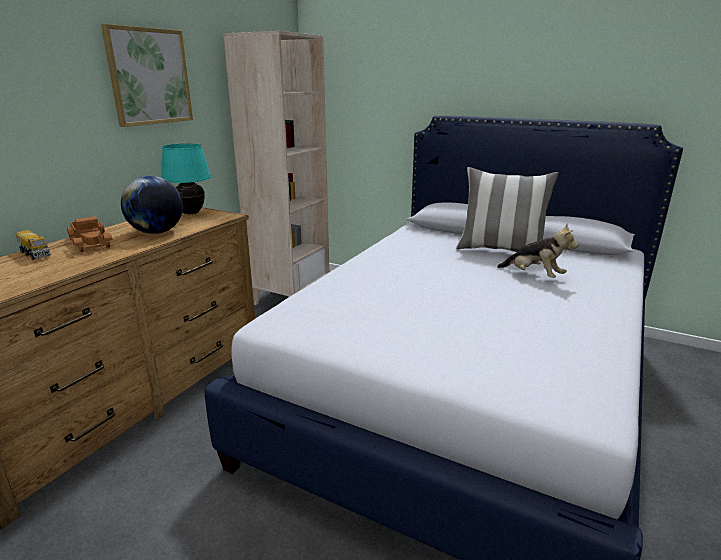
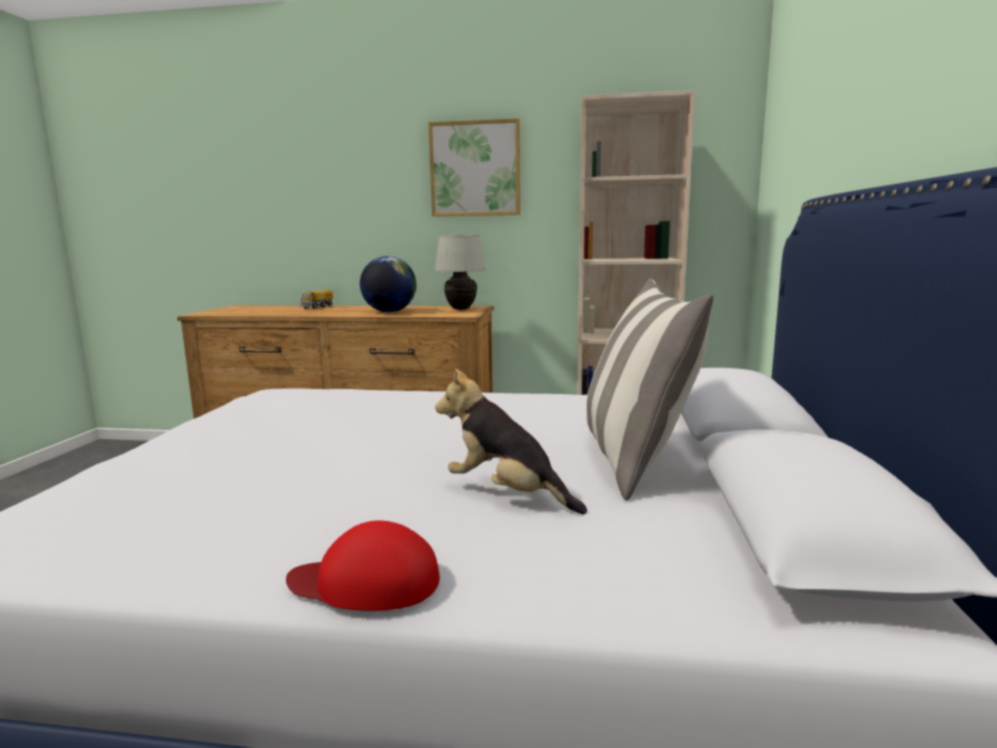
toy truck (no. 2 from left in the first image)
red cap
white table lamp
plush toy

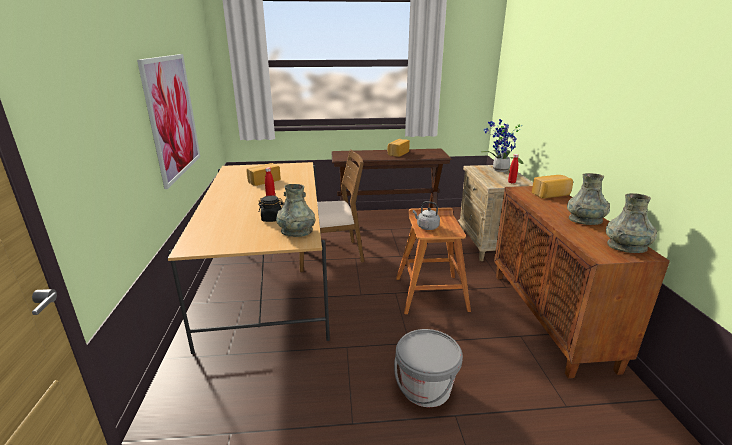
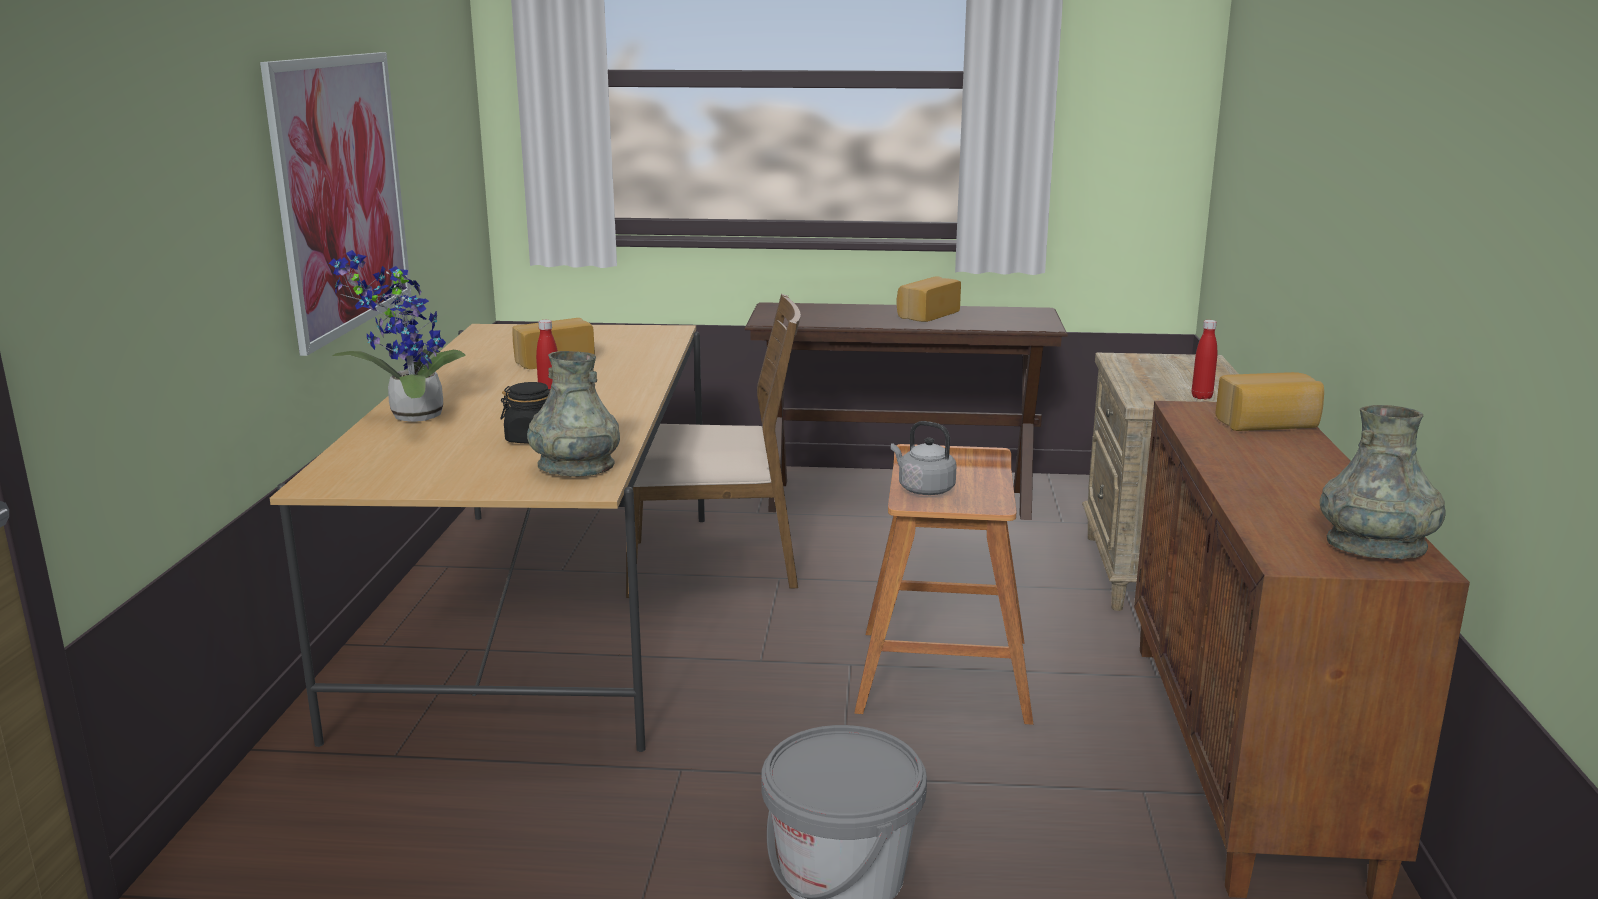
grey vase (no. 2 from left in the first image)
potted plant

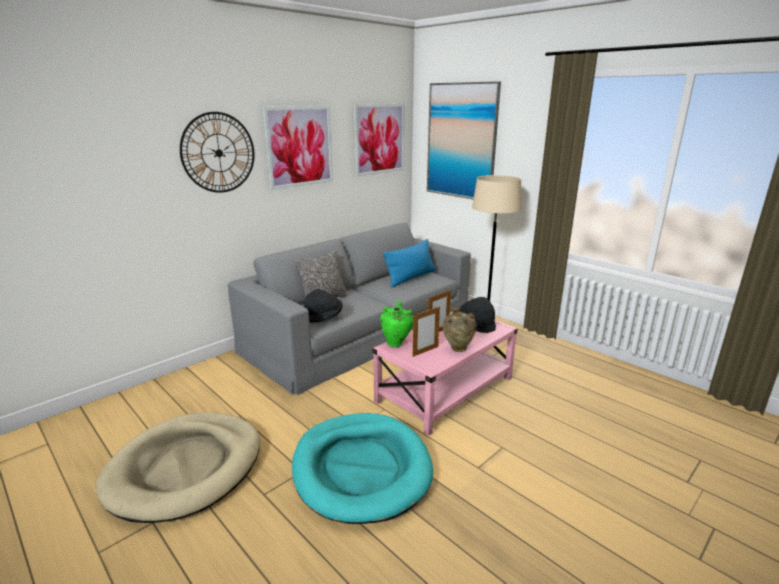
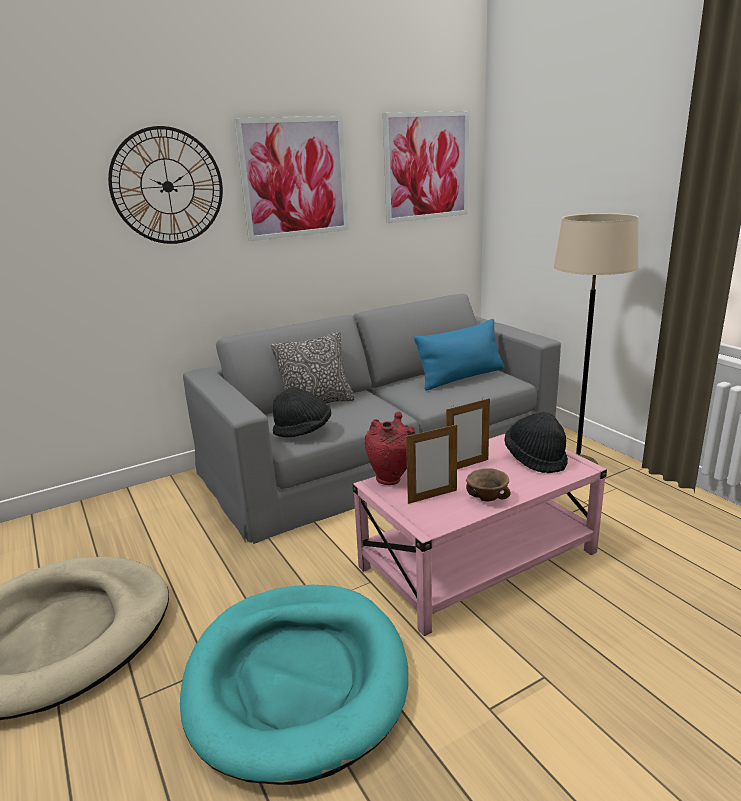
picture (no. 3 from left in the first image)
brown bowl
red vase

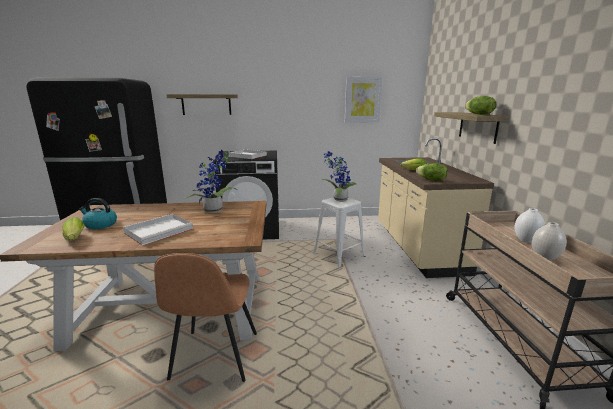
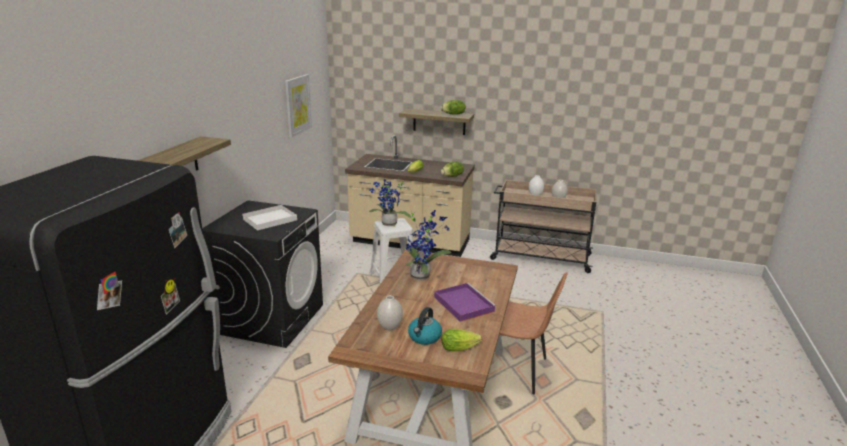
white vase (no. 1 from left)
purple tray

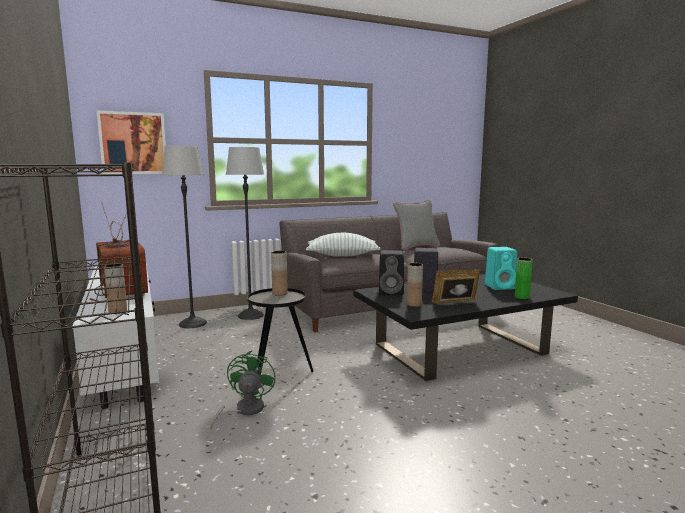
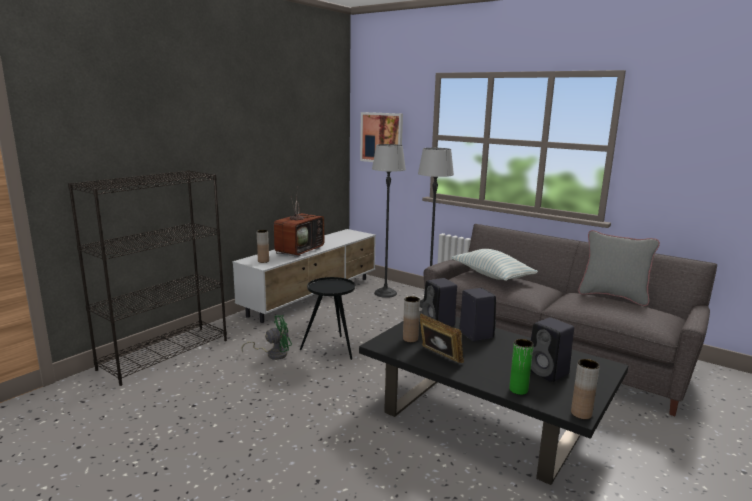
brown vase (no. 3 from left)
black speaker (no. 3 from left)

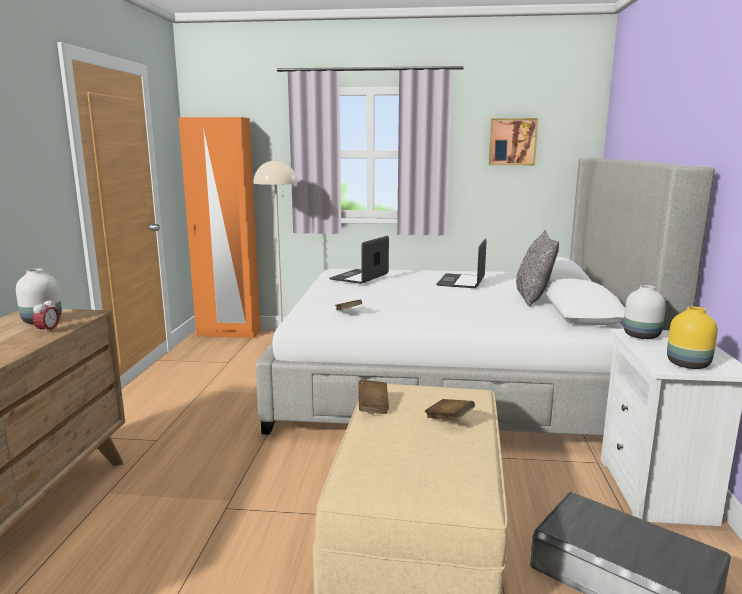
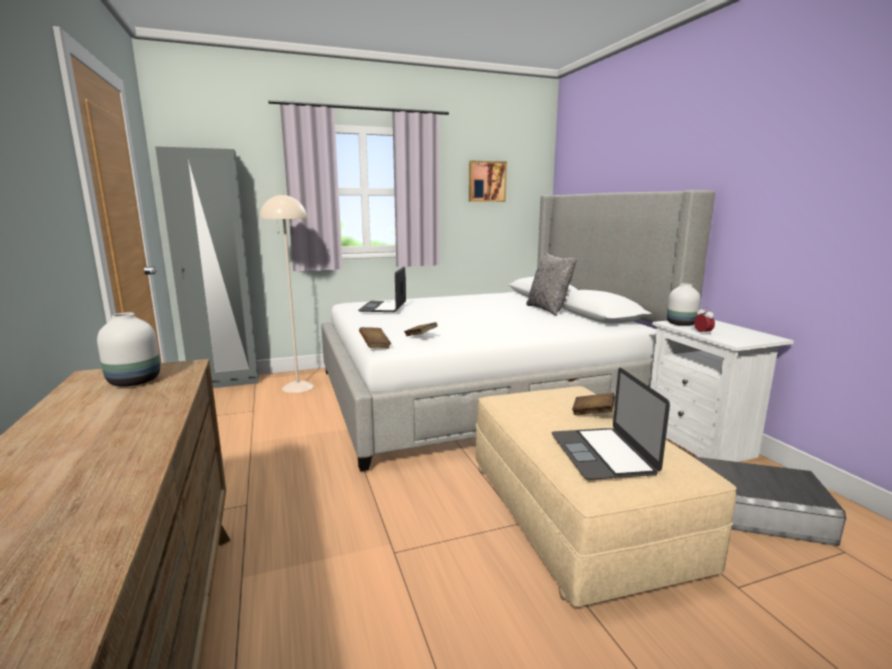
yellow vase
alarm clock
brown book (no. 1 from left)
laptop (no. 2 from left)
grey wardrobe

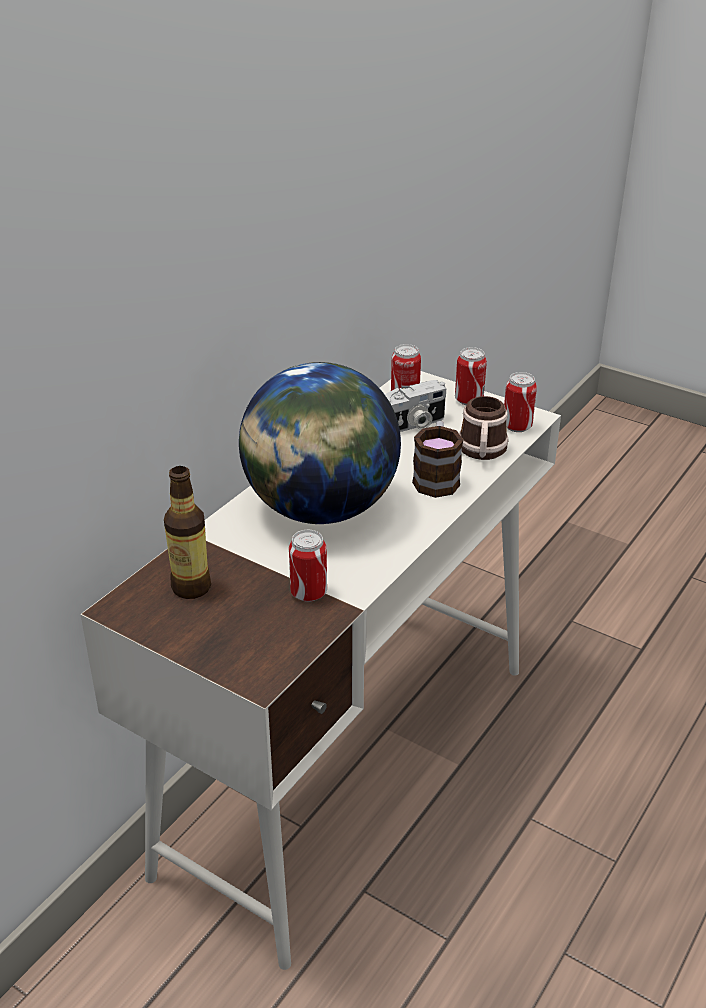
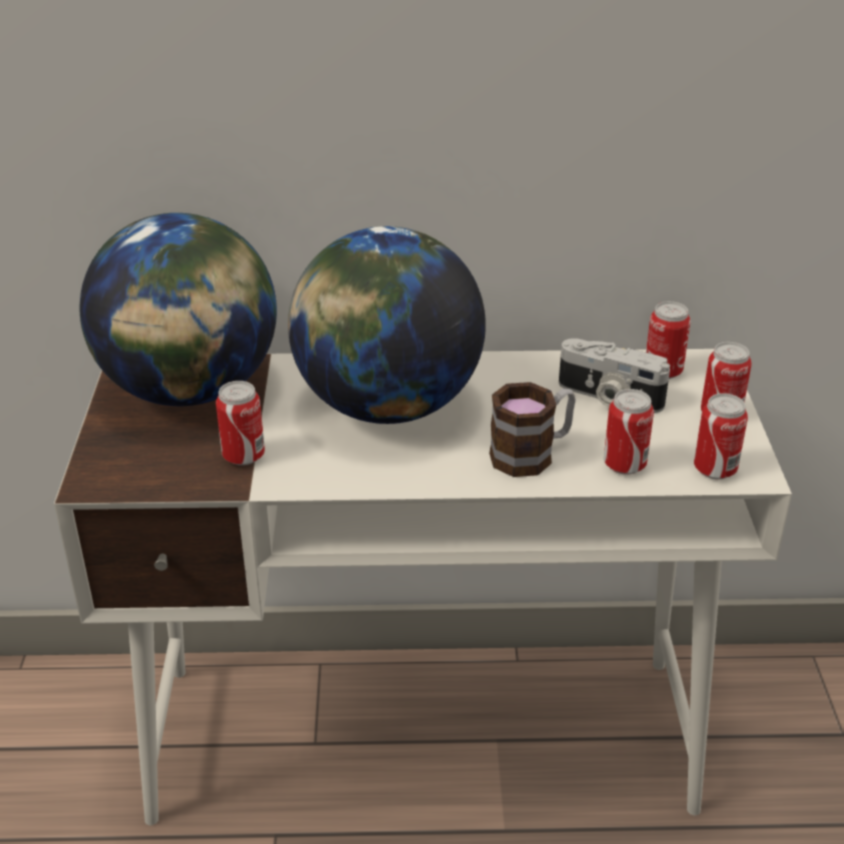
globe (no. 1 from left)
can (no. 2 from left)

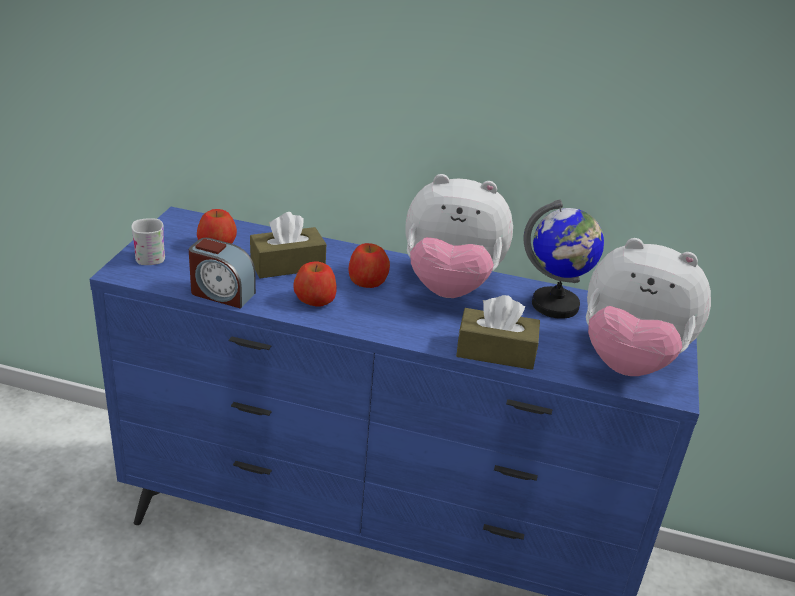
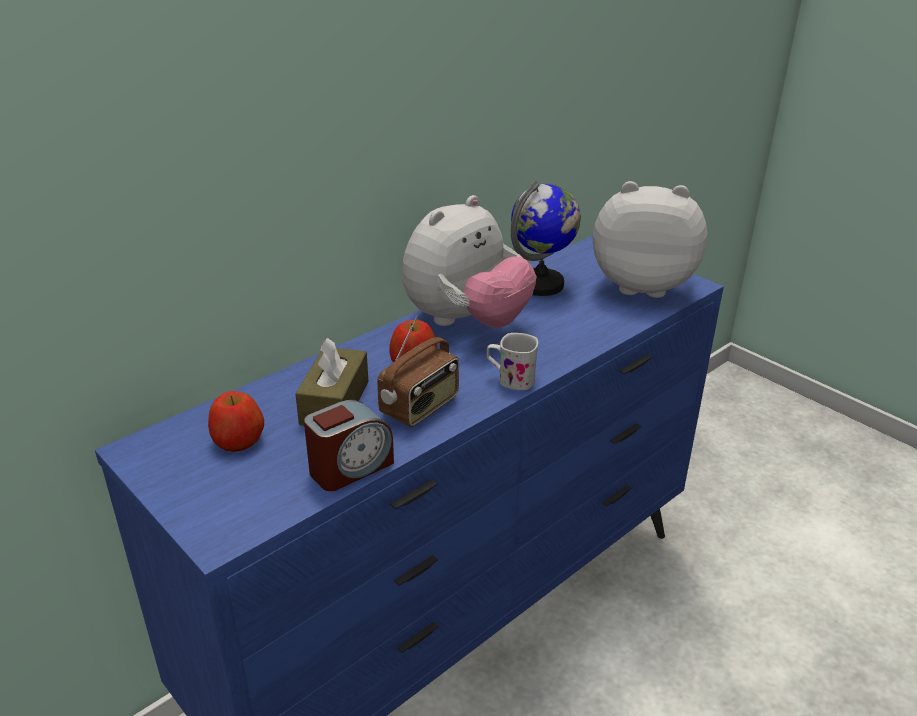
brown tissue box (no. 2 from left in the first image)
white mug
radio
plush toy (no. 2 from left)

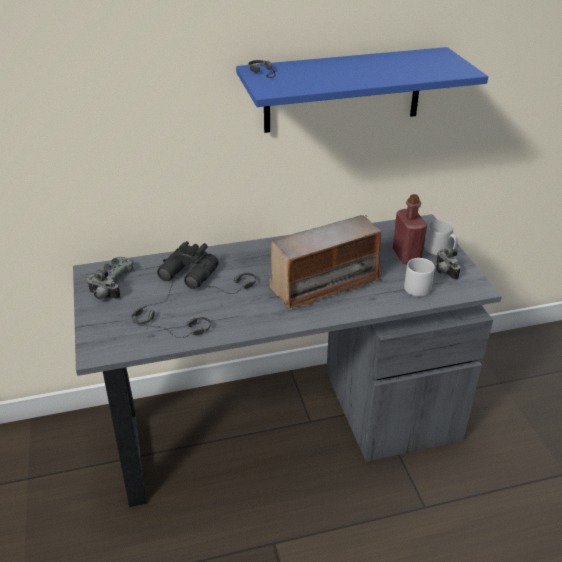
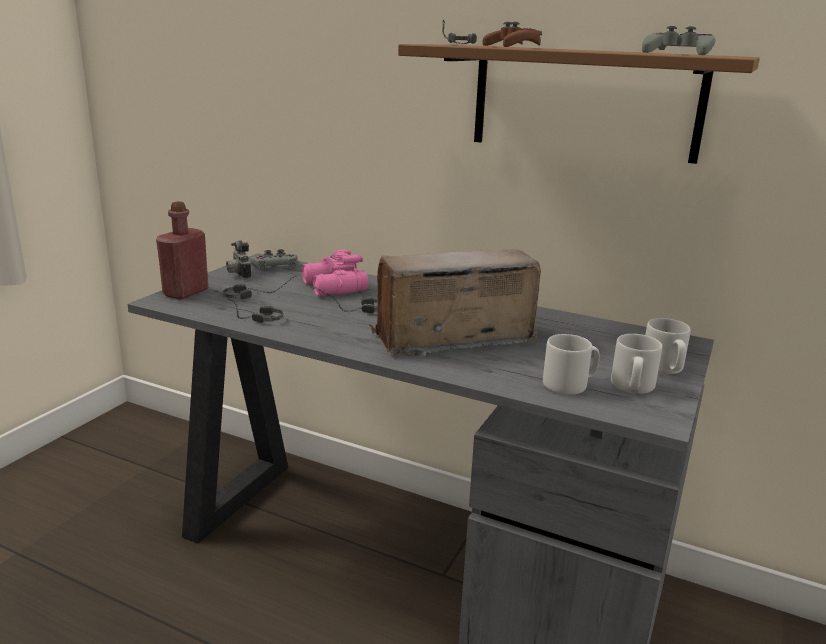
brown game controller
grey game controller (no. 2 from left)
red bottle
grey mug (no. 2 from left)
pink binoculars
brown shelf
radio

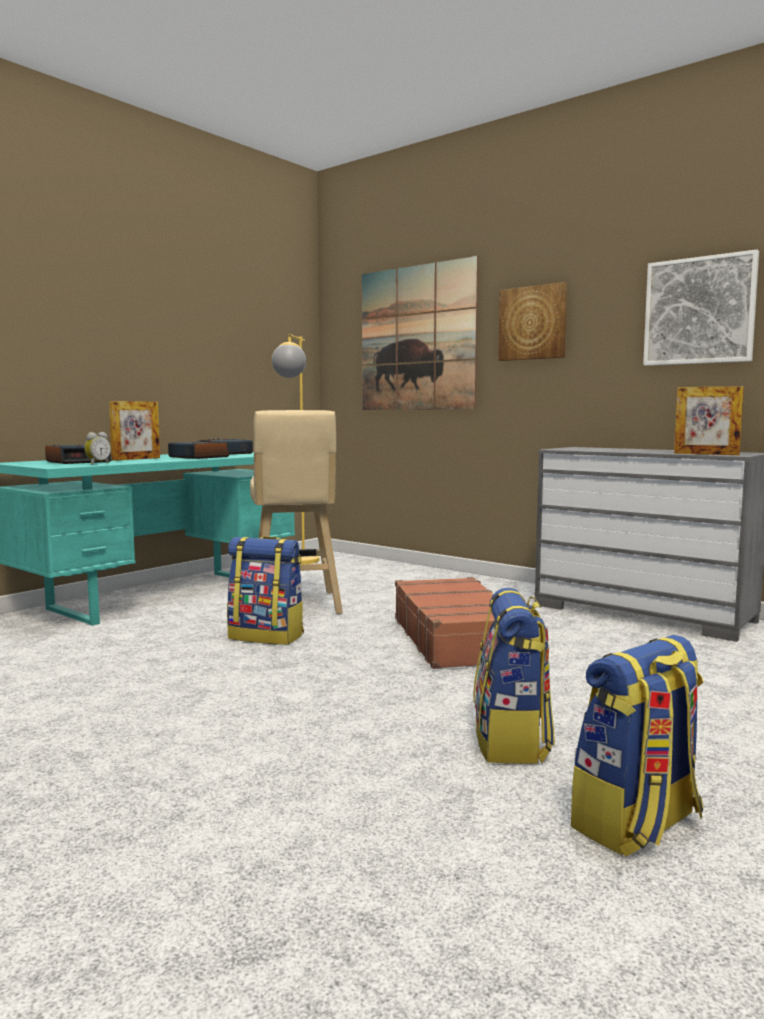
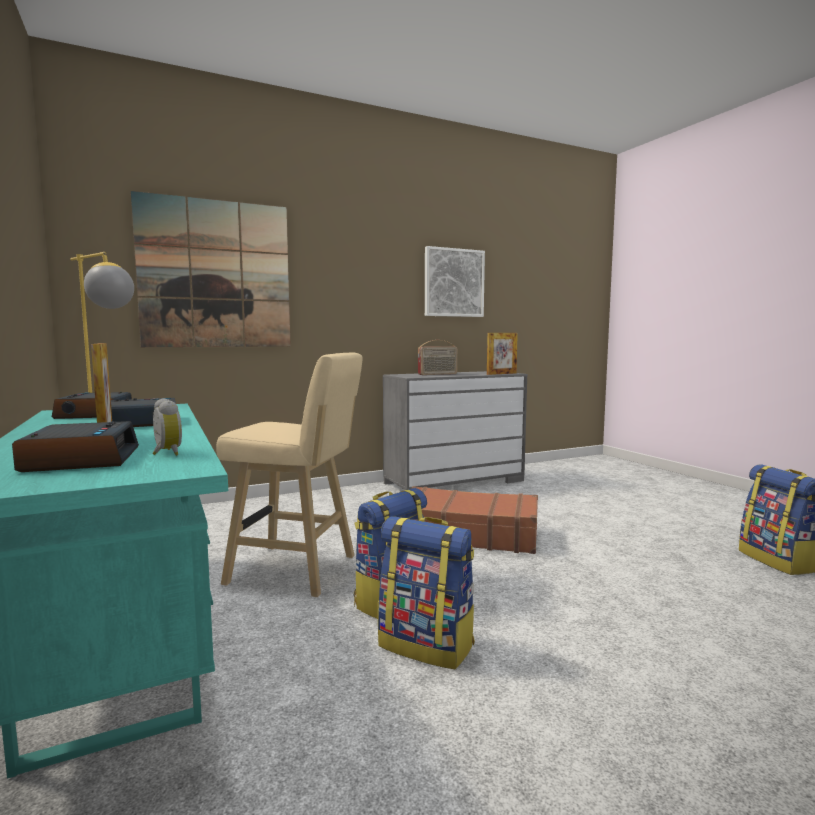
picture (no. 2 from left in the first image)
radio
backpack (no. 2 from left)

